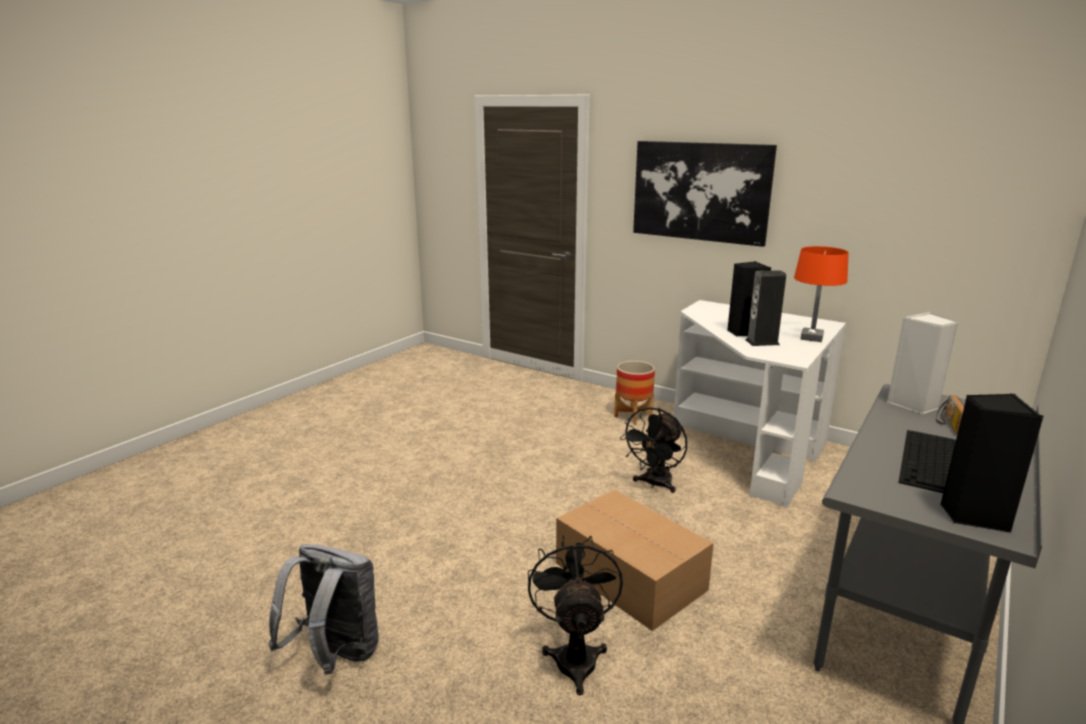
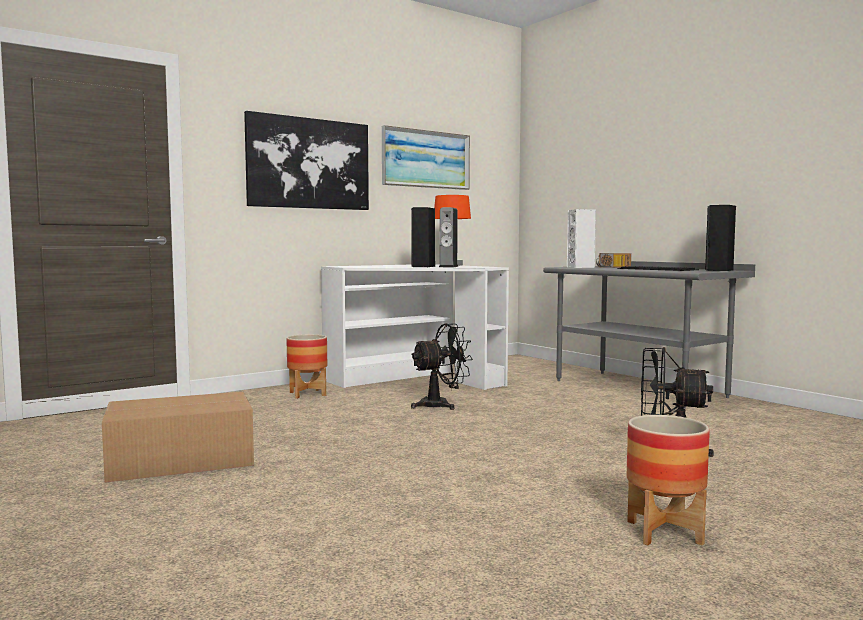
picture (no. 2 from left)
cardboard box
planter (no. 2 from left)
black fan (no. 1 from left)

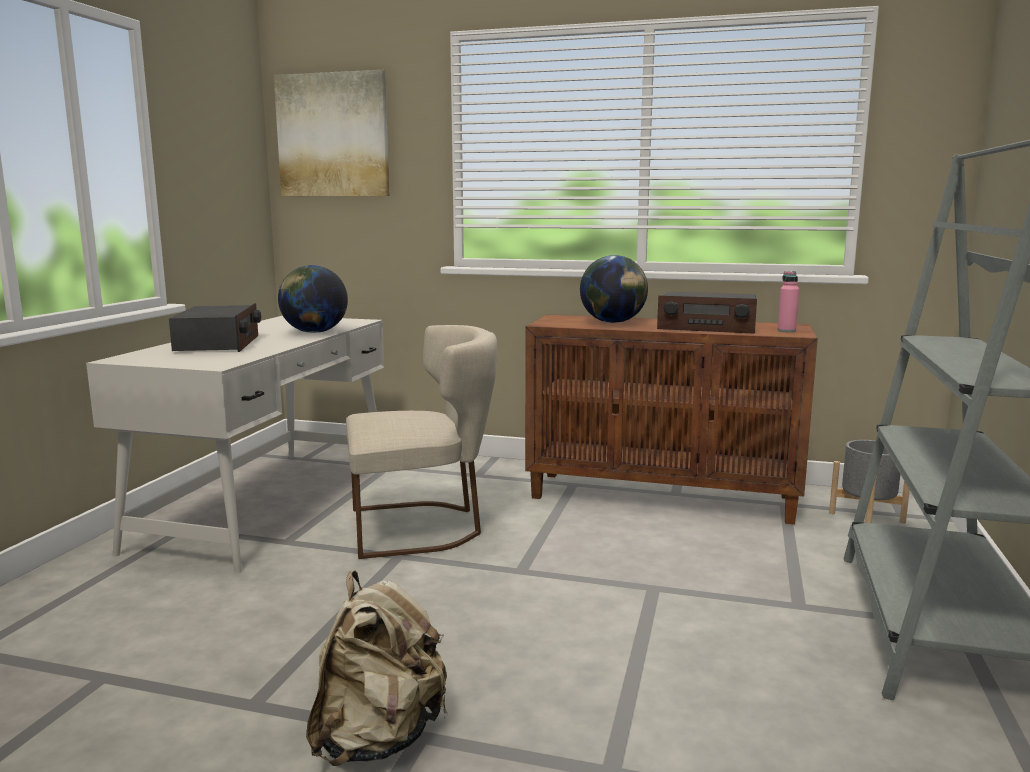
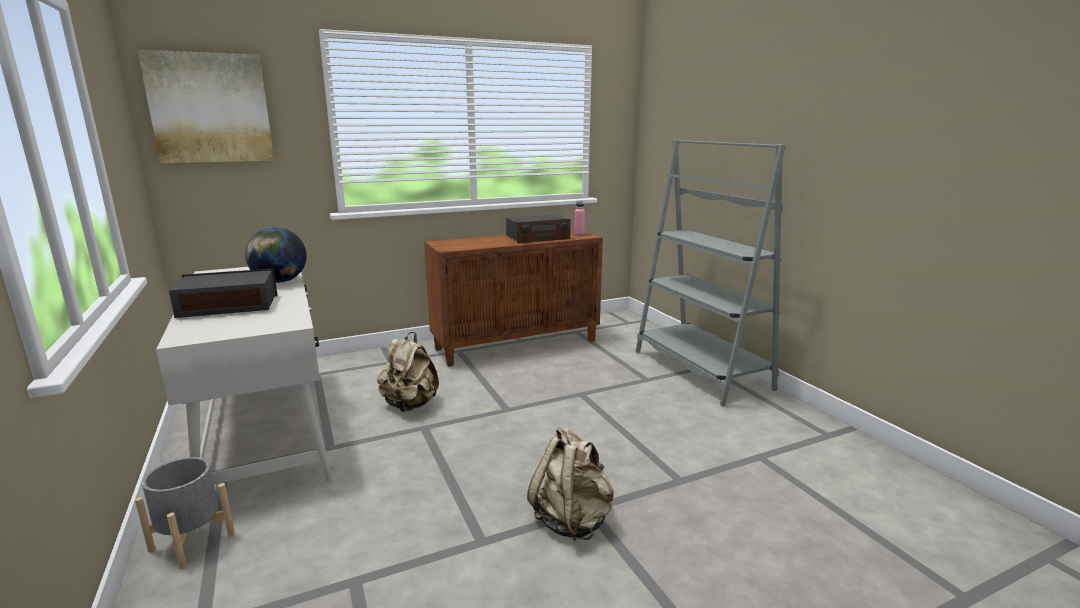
globe (no. 2 from left in the first image)
grey planter
beige backpack (no. 1 from left)
radio (no. 1 from left)

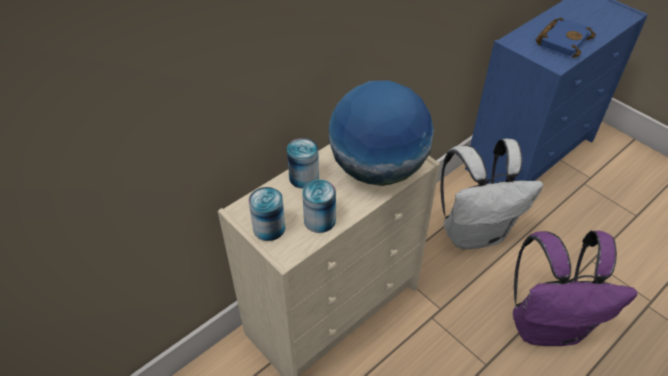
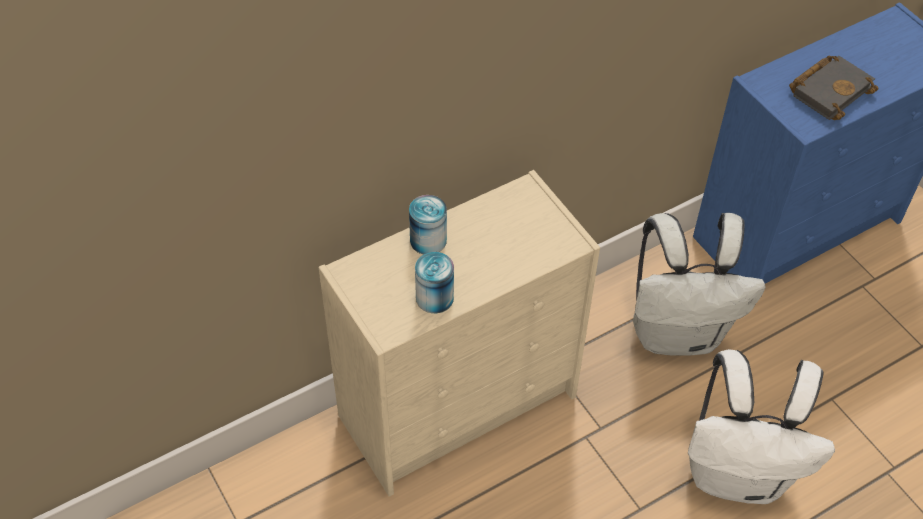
can (no. 1 from left in the first image)
globe
white backpack (no. 2 from left)
black book

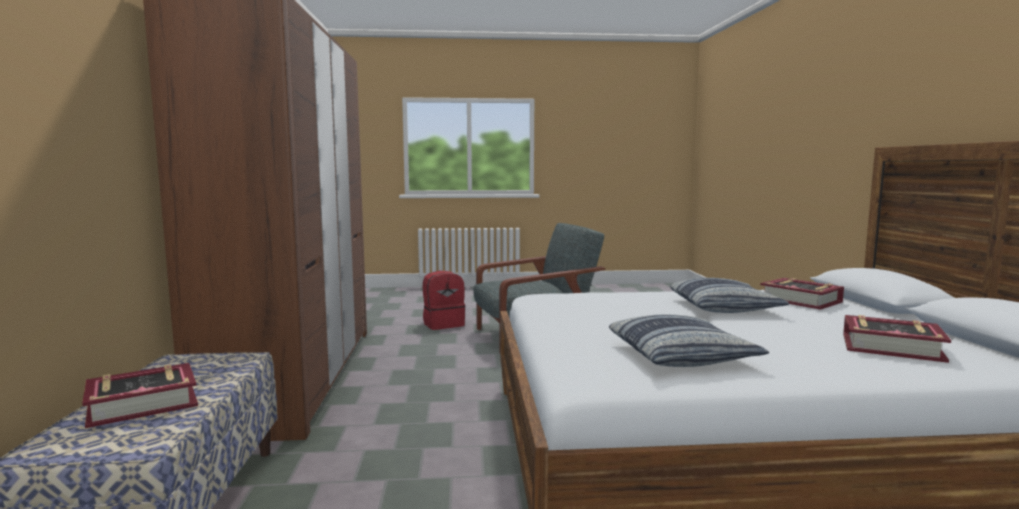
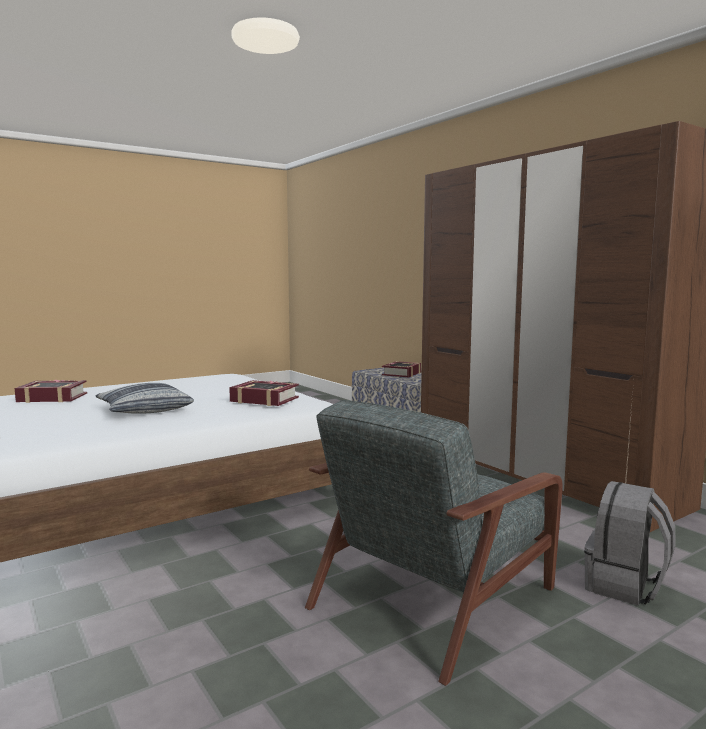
pillow (no. 1 from left in the first image)
book (no. 2 from left)
grey backpack

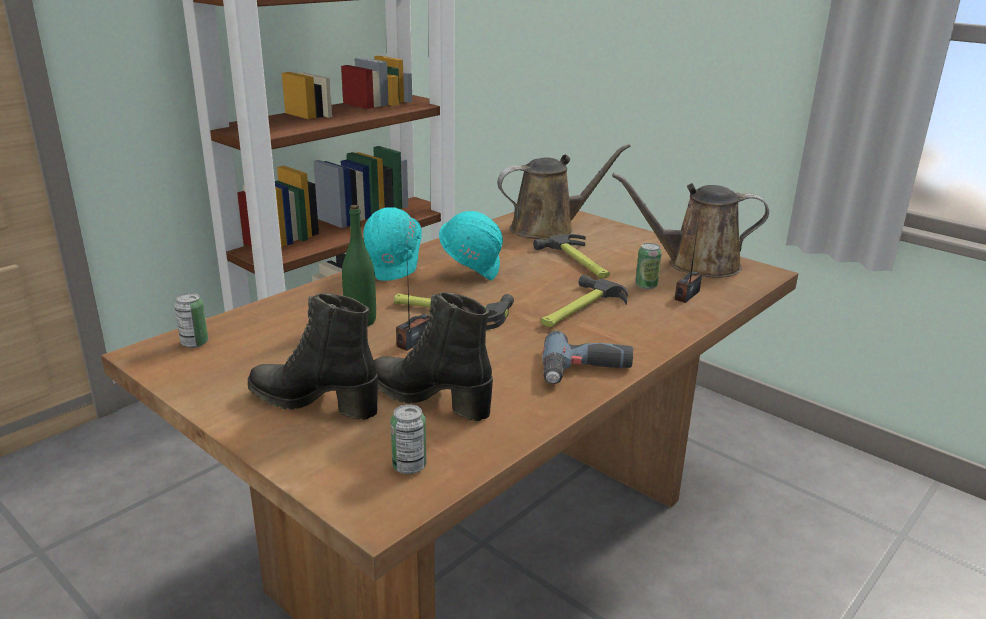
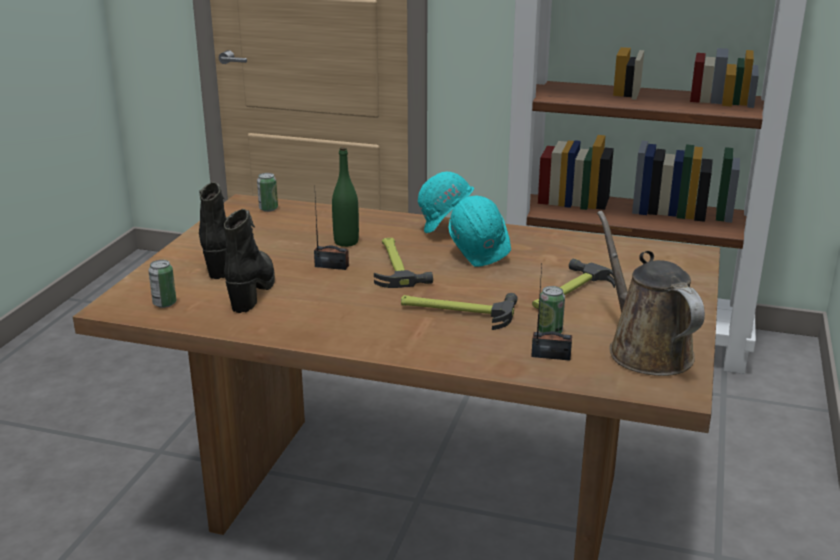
brown watering can (no. 1 from left in the first image)
power drill

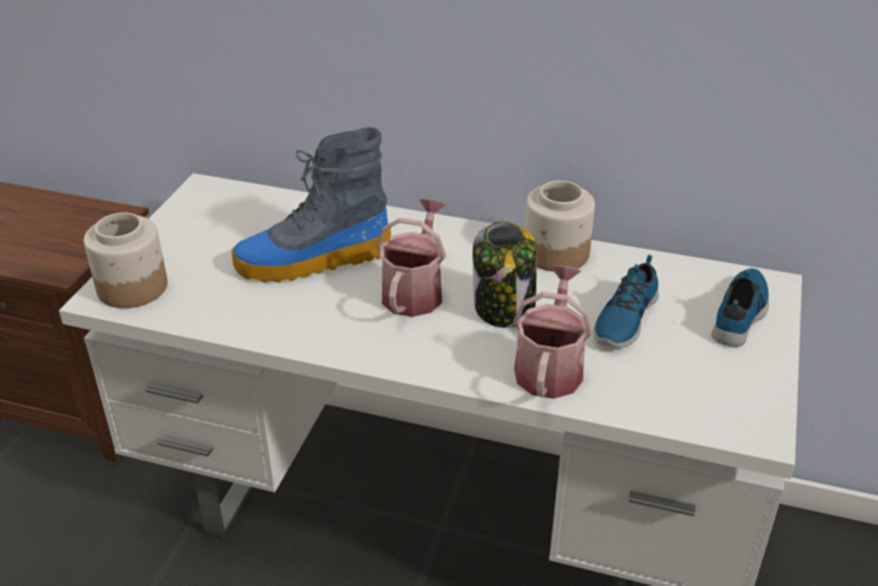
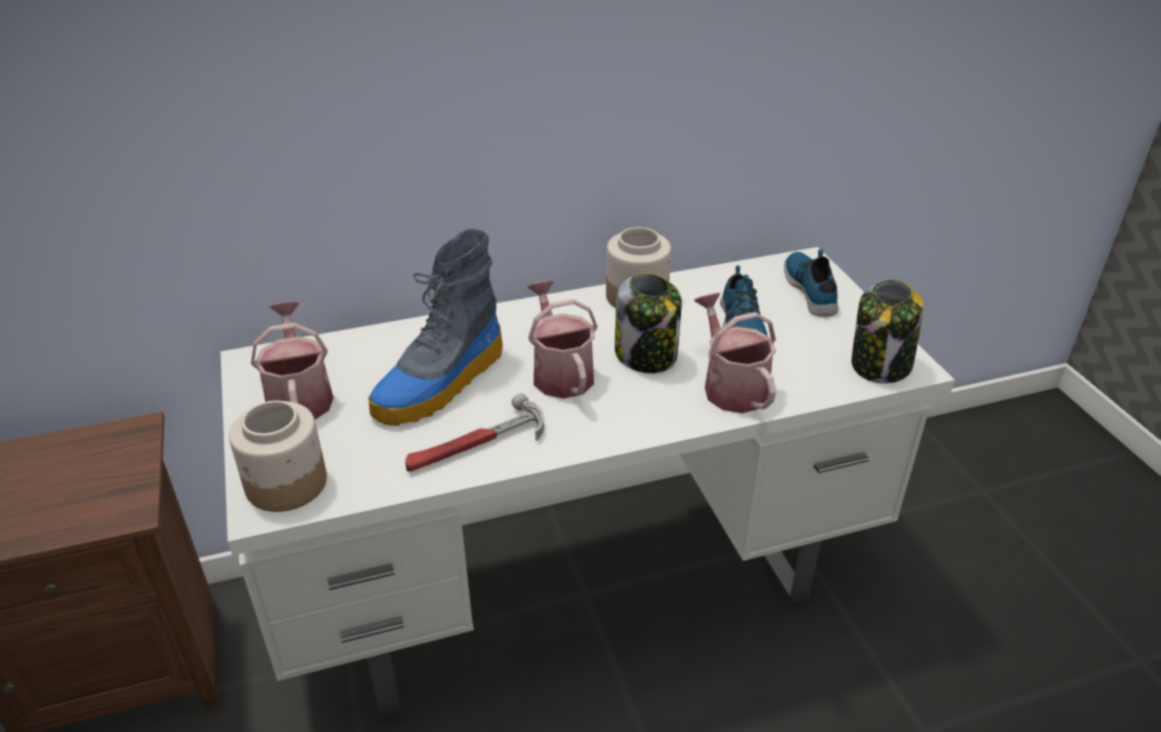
watering can (no. 1 from left)
hammer
jar (no. 4 from left)

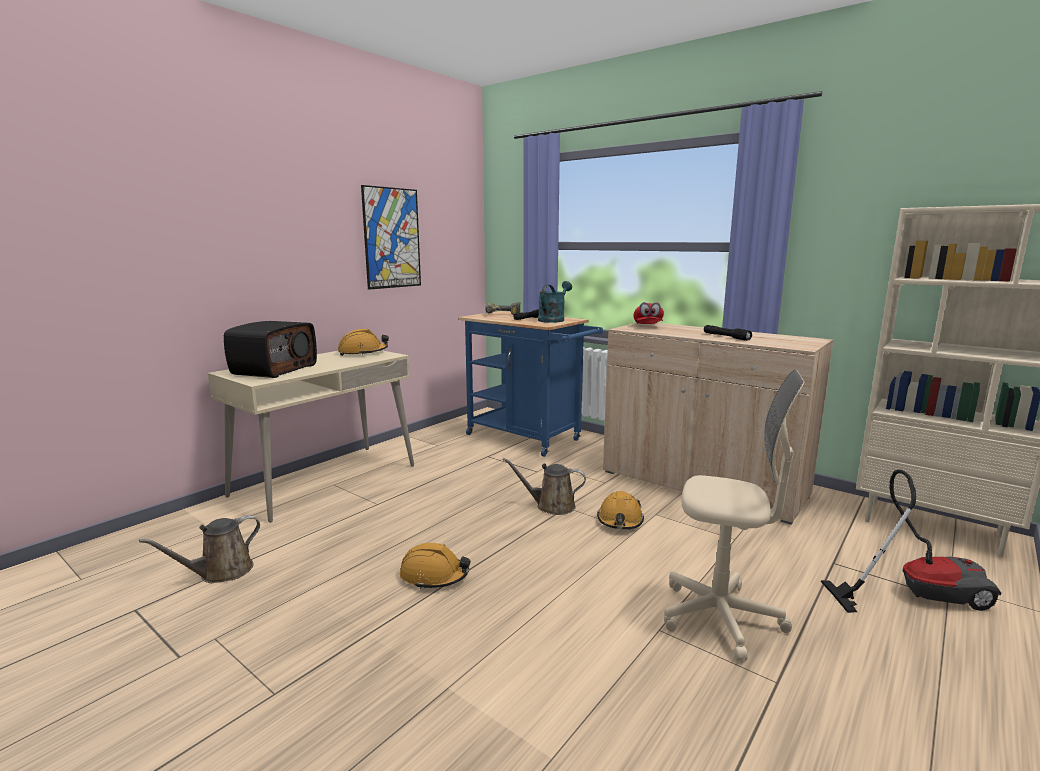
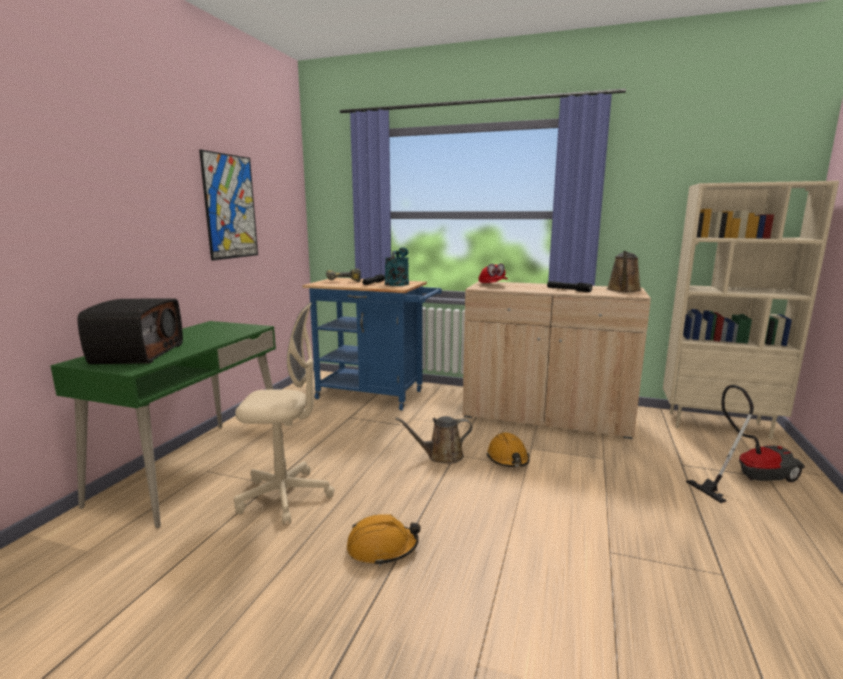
orange hard hat (no. 1 from left in the first image)
brown watering can (no. 2 from left)
beige office chair
green desk

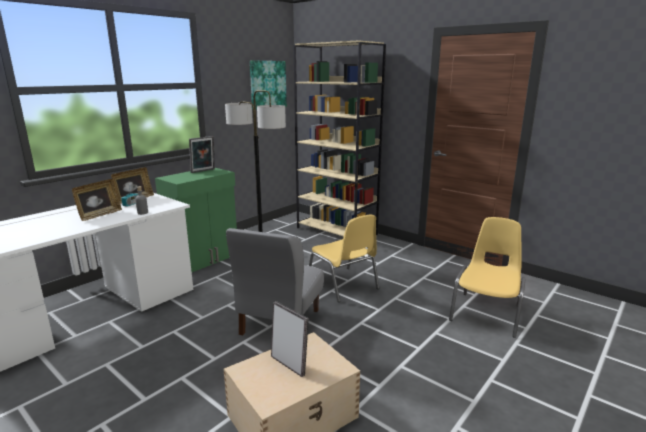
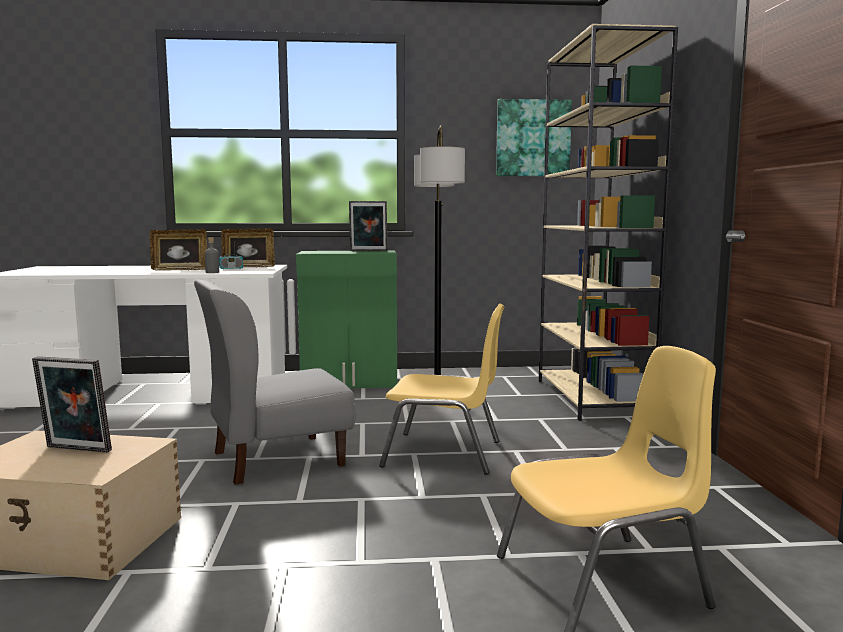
picture frame (no. 1 from left)
yellow chair (no. 1 from left)

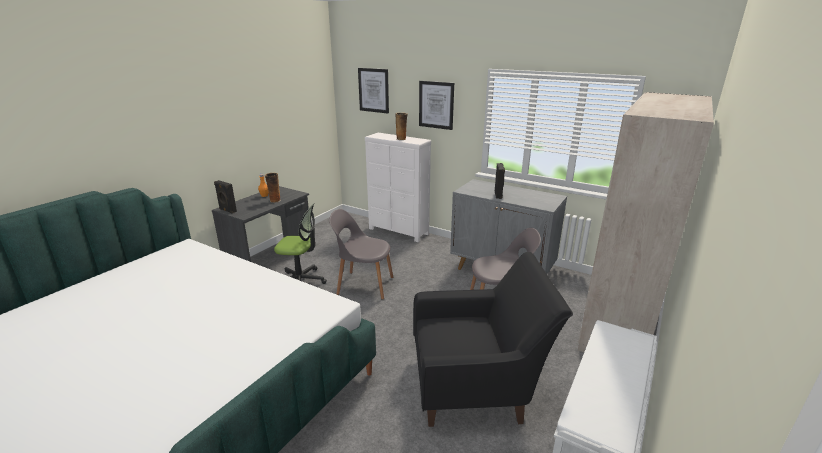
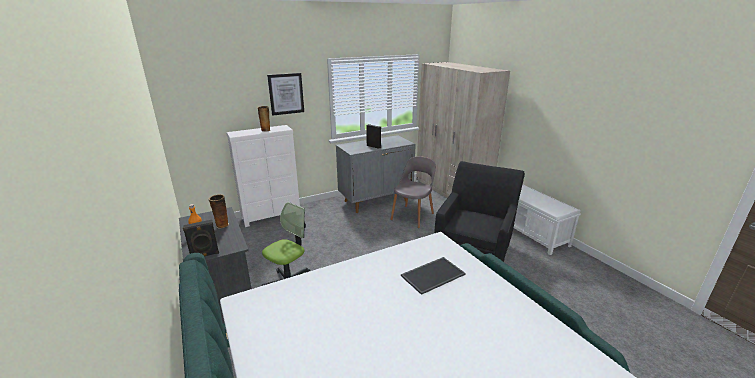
grey chair (no. 1 from left in the first image)
picture (no. 1 from left in the first image)
tray

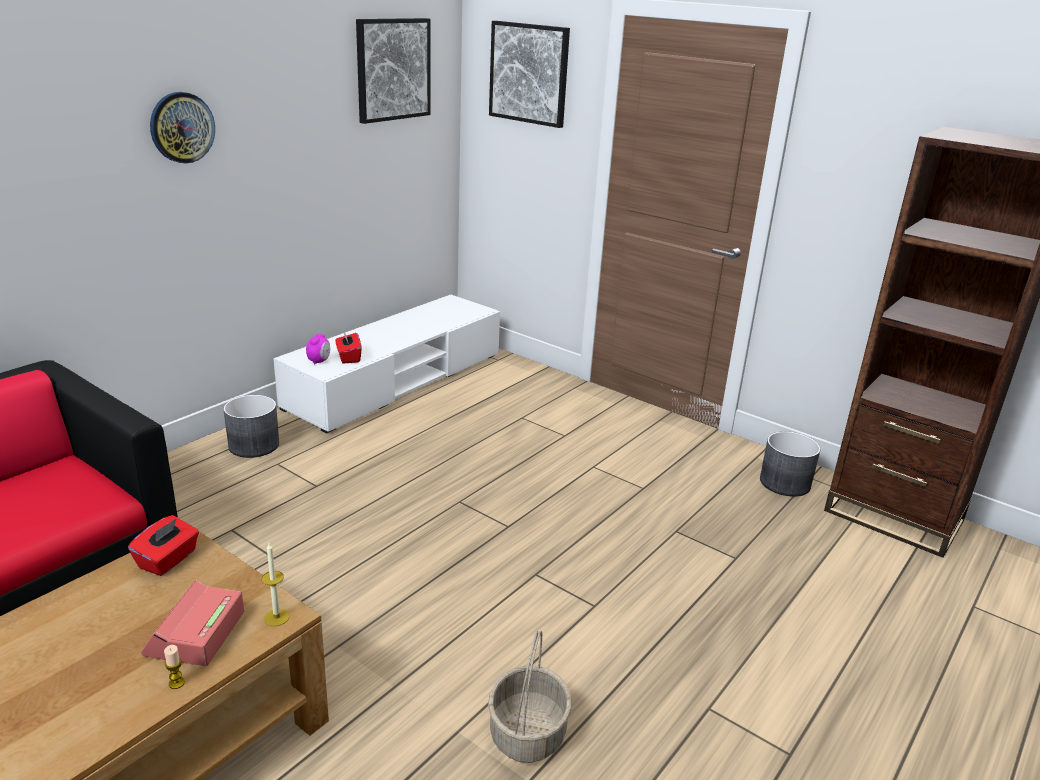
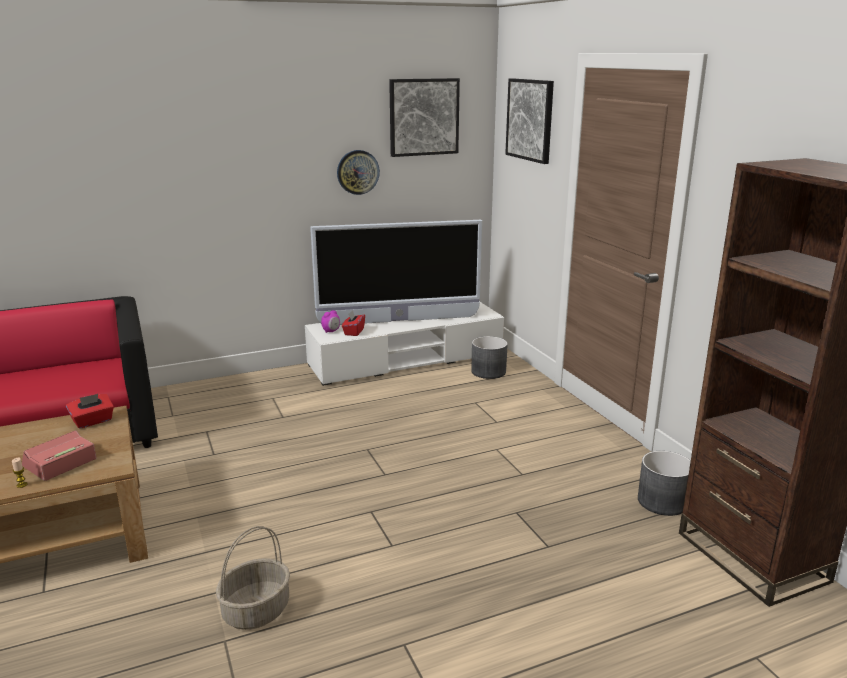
candle (no. 2 from left in the first image)
television
wall clock
grey planter (no. 1 from left)

